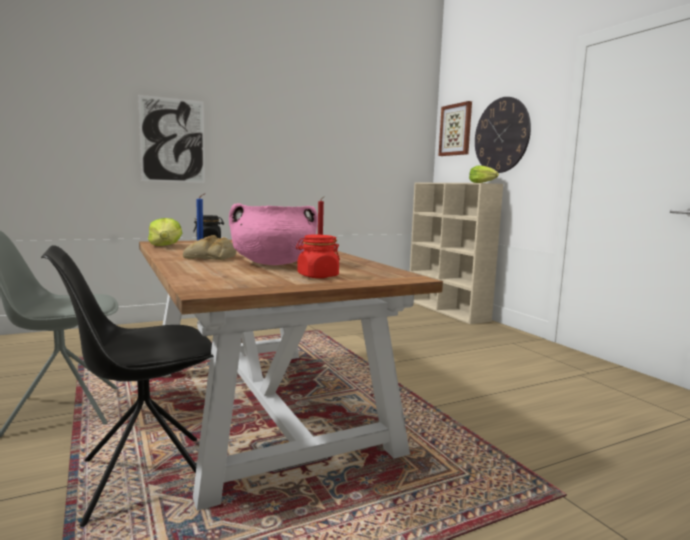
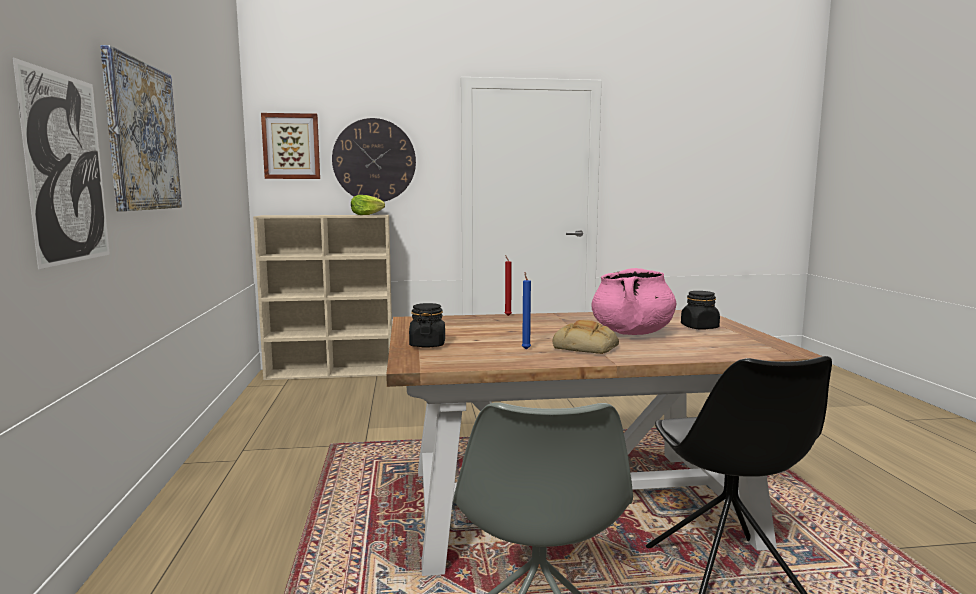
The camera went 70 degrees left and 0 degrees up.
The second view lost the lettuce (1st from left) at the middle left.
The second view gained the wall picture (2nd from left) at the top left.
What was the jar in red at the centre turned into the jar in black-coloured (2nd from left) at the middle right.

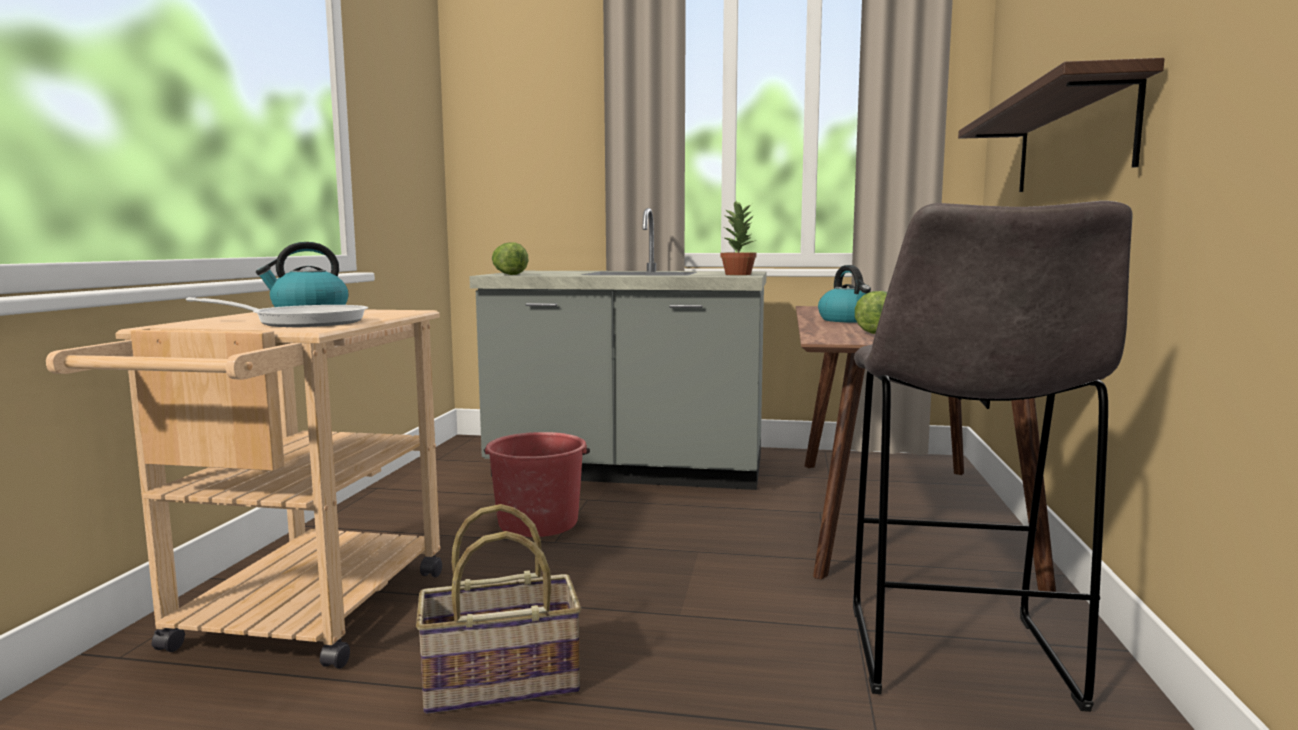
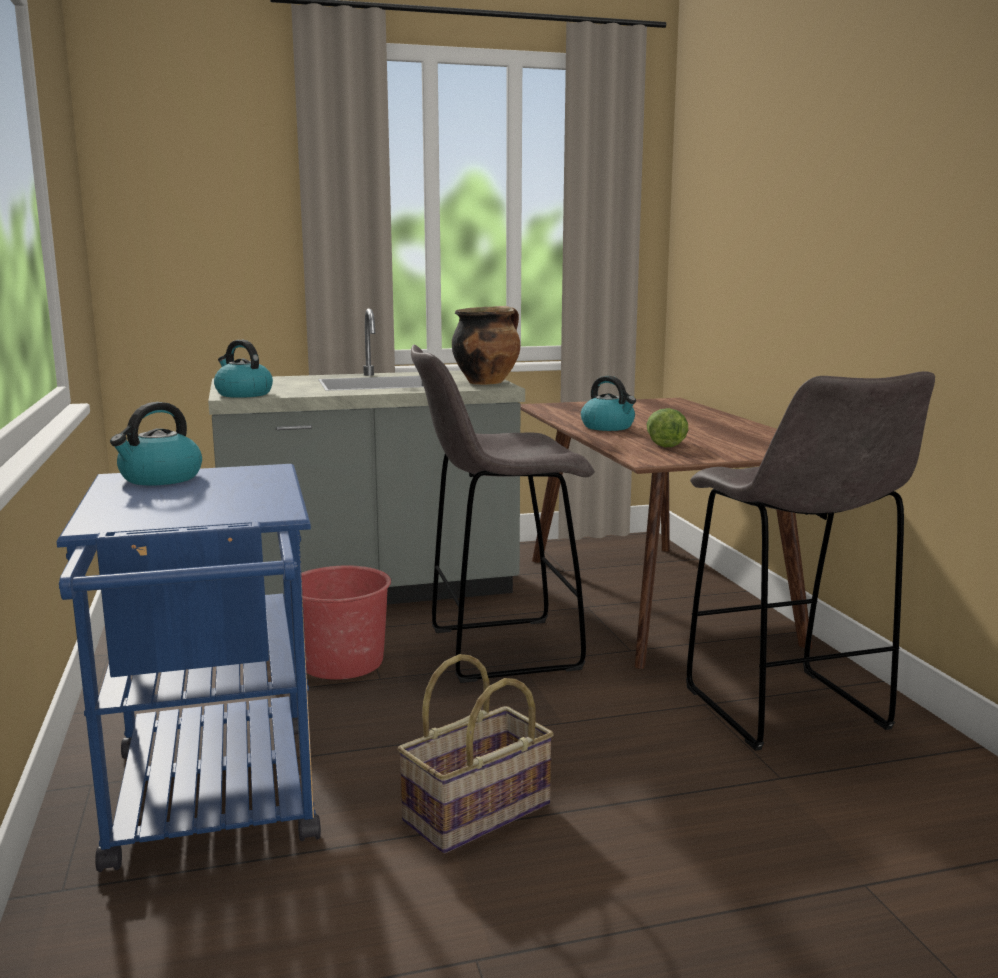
The camera went 25 degrees left and 5 degrees up.
The second view lost the pan at the middle left.
The second view lost the wall shelf at the top right.
The second view gained the stool in greyish (1st from left) at the centre.
Where the lettuce (1st from left) stood at the centre, the tea kettle (2nd from left) came to stand at the middle left.
Where the potted plant stood at the top centre, the stockpot came to stand at the centre.
What was the trolley in sand-coloured at the bottom left turned into the trolley in blue-coloured at the bottom left.

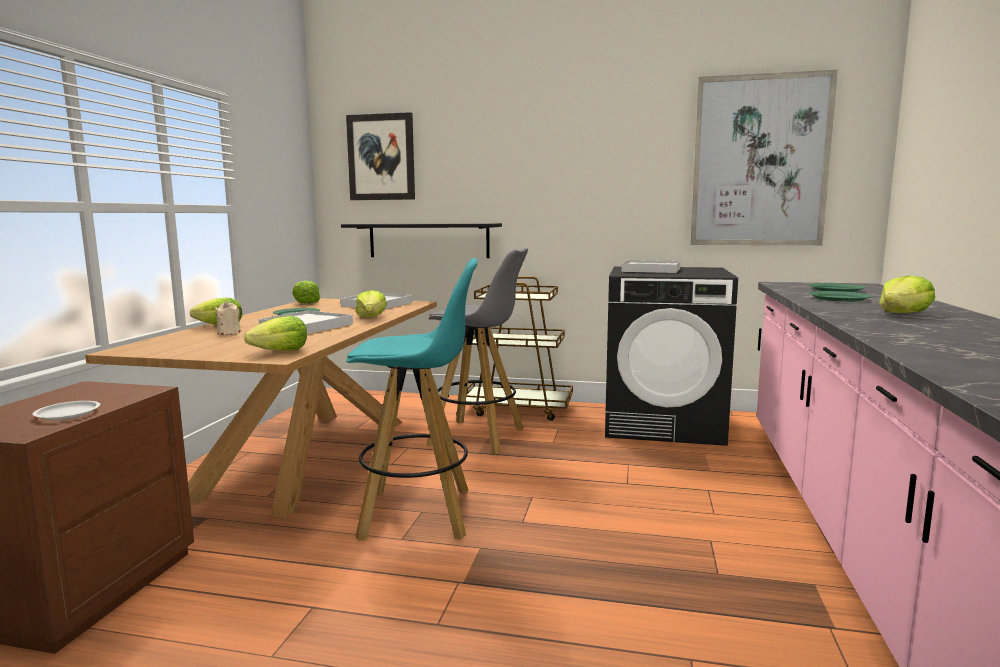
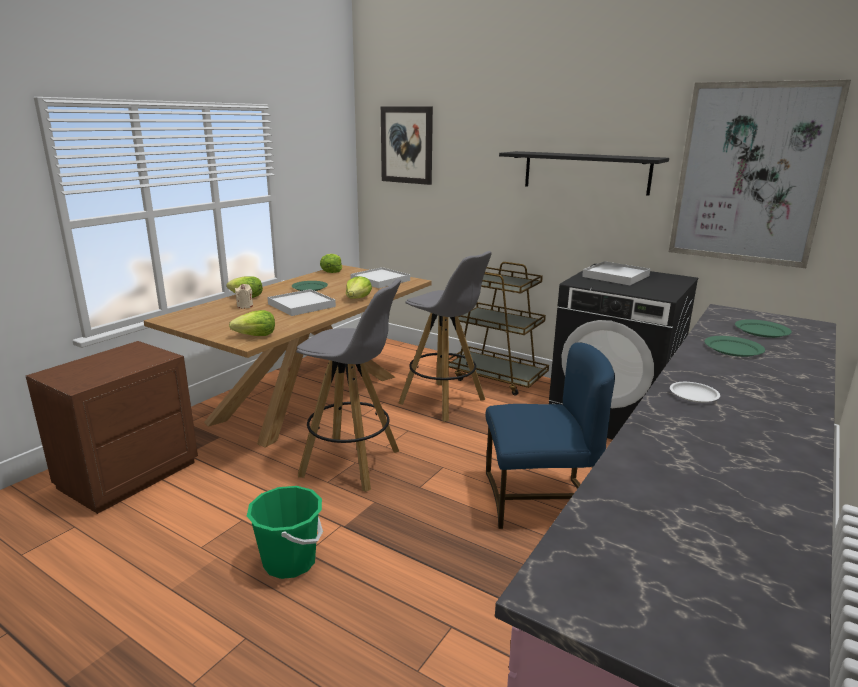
The camera went 20 degrees right and 10 degrees up.
The second view lost the lettuce (5th from left) at the middle right.
The second view gained the bucket in greenish at the bottom left.
The second view gained the plain chair in blue-coloured at the centre.
The flat dish in white-coloured ended up elsewhere, having gone from the middle left to the middle right.
The wall shelf in black-coloured ended up elsewhere, having gone from the centre to the top right.
What was the stool in turquoise at the centre turned into the stool in greyish (1st from left) at the centre.

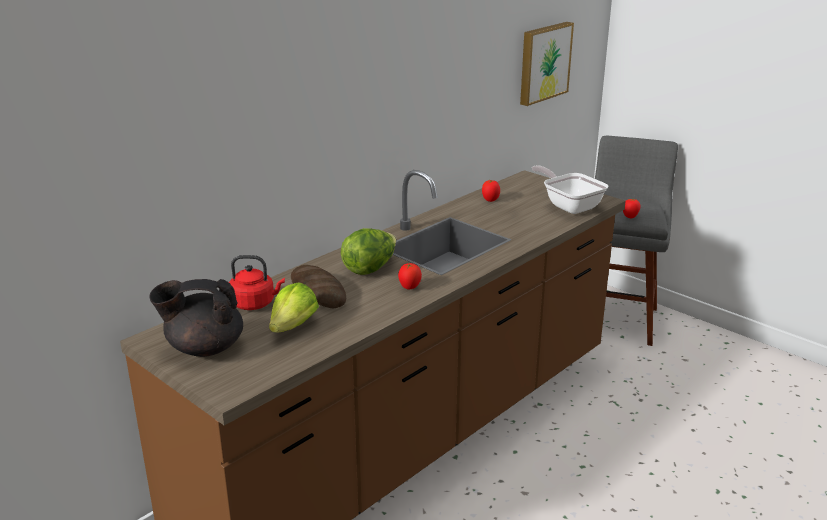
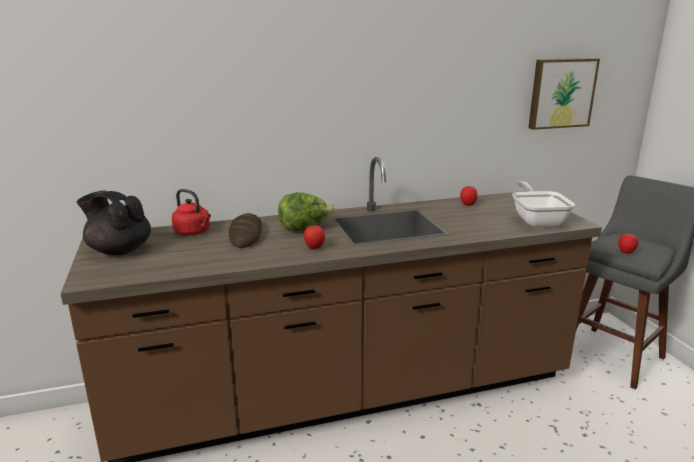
The camera went 30 degrees right and 5 degrees down.
The second view lost the lettuce (1st from left) at the centre.

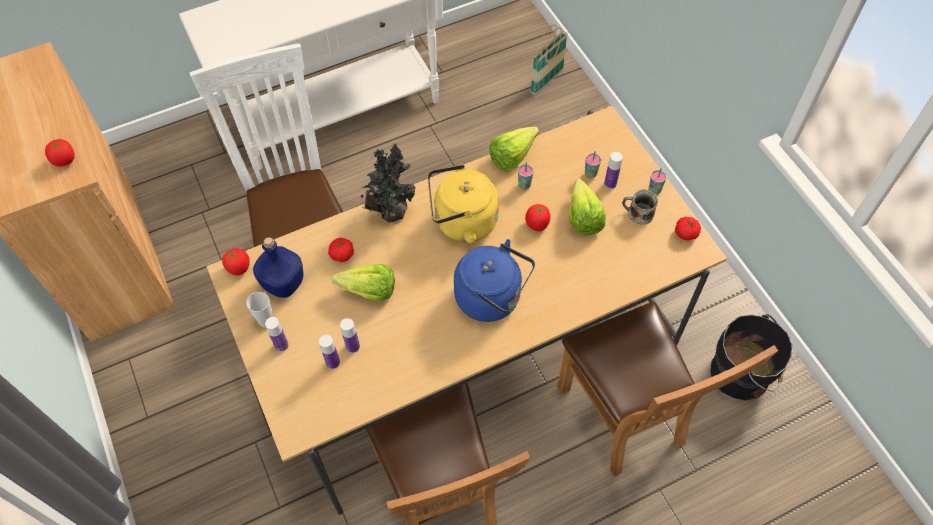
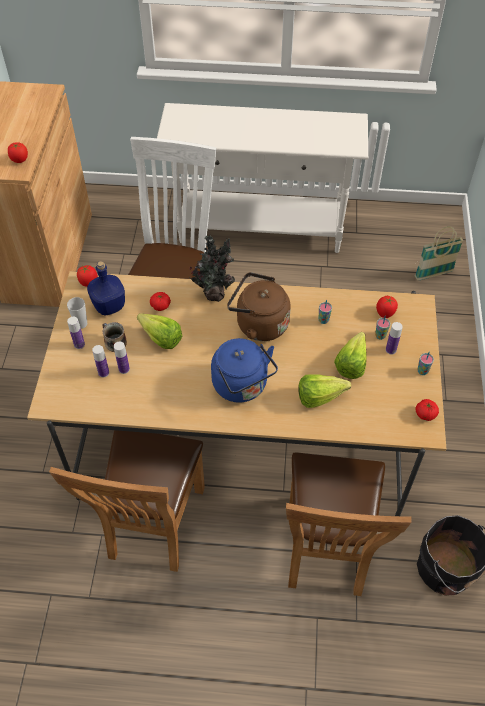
The camera went 30 degrees right and 5 degrees down.
The lettuce (2nd from left) ended up elsewhere, having gone from the top centre to the middle right.
The fresh tomato (4th from left) ended up elsewhere, having gone from the centre to the middle right.
The mug ended up elsewhere, having gone from the middle right to the middle left.
What was the tea kettle in yellow at the centre turned into the tea kettle in brownish at the centre.

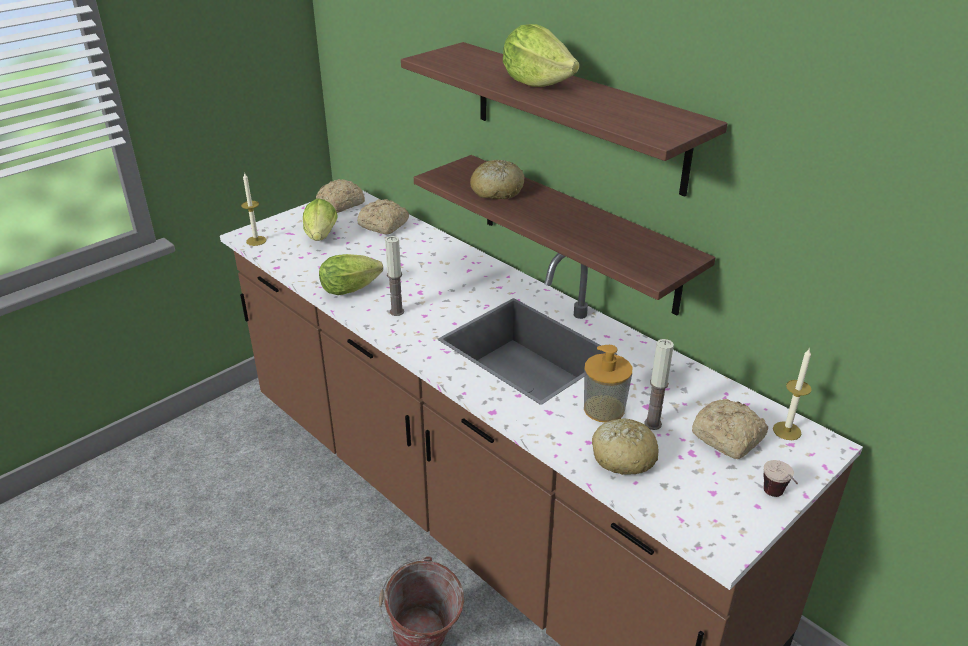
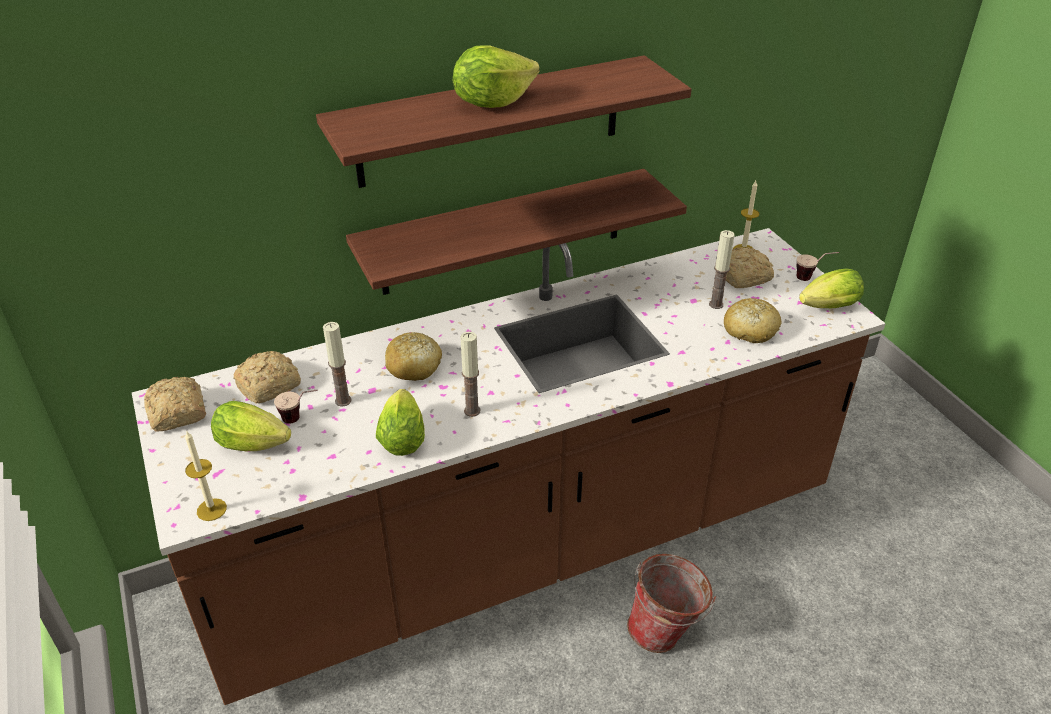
The camera went 70 degrees left and 5 degrees up.
The second view lost the soap dispenser at the centre.
The second view gained the drinking cup (1st from left) at the middle left.
The second view gained the wax light (2nd from left) at the middle left.
The second view gained the lettuce (4th from left) at the middle right.
The bakery bread (3rd from left) ended up elsewhere, having gone from the top centre to the centre.

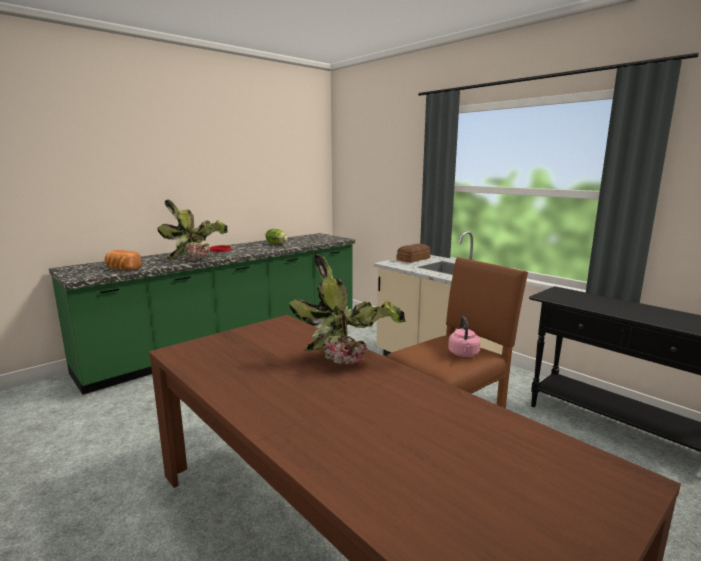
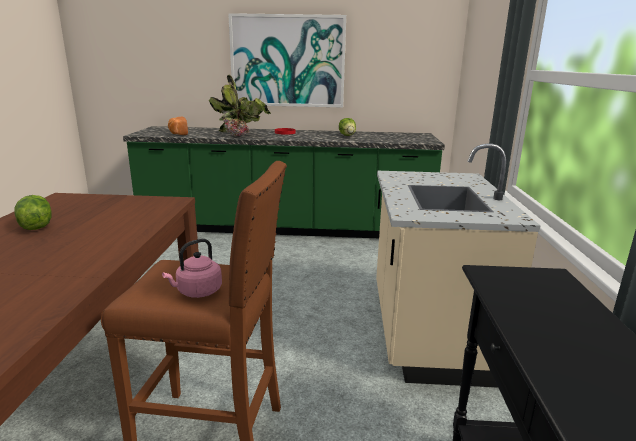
The camera went 45 degrees right and 5 degrees up.
The second view lost the potted plant (2nd from left) at the centre.
The second view lost the bakery bread (2nd from left) at the centre.
The second view gained the lettuce (1st from left) at the middle left.
The second view gained the wall picture at the top centre.

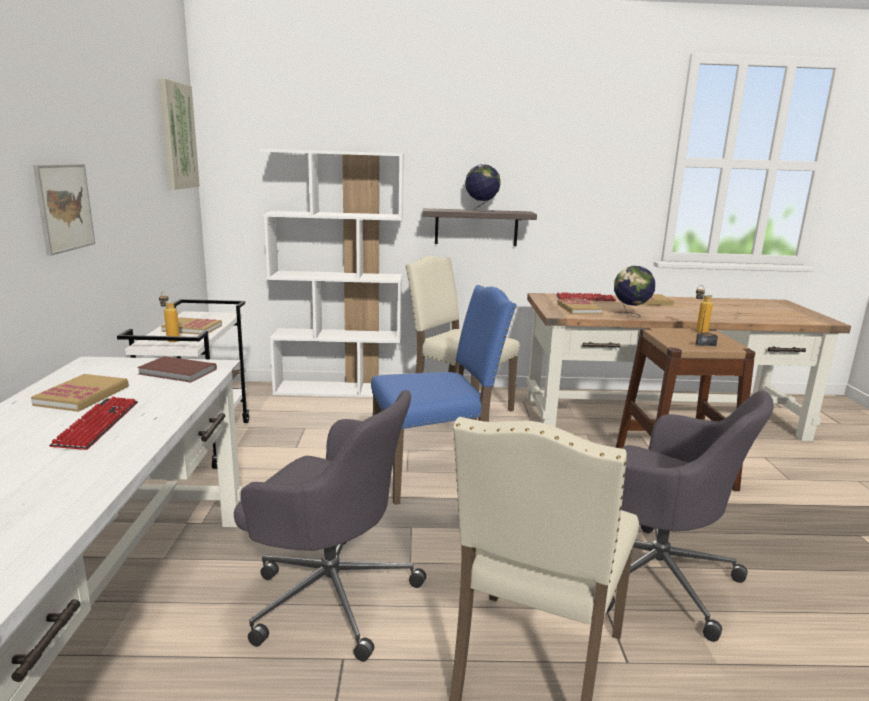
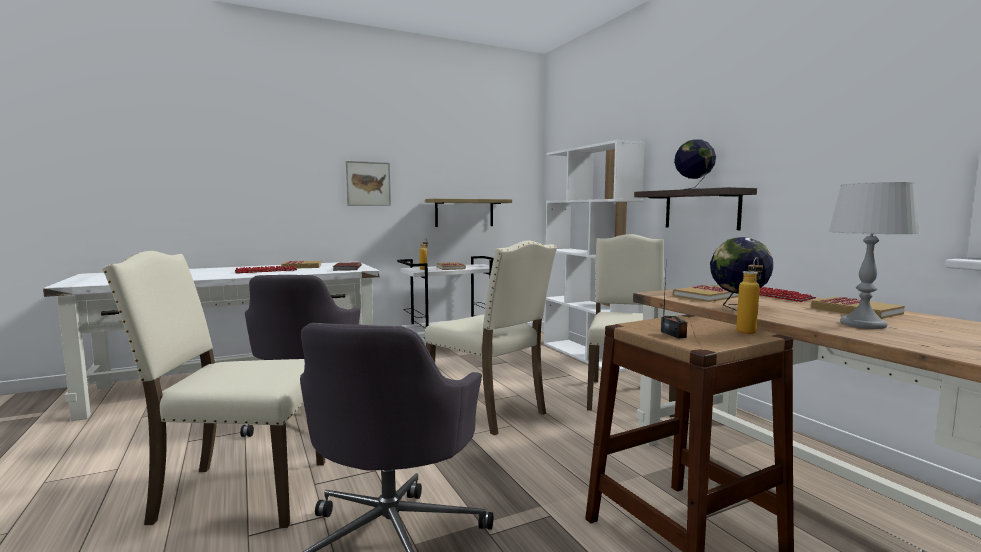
The camera went 65 degrees right and 10 degrees down.
The second view lost the wall picture (2nd from left) at the top left.
The second view gained the wall shelf (1st from left) at the centre.
The second view gained the tabletop lamp in greyish at the middle right.
What was the plain chair in blue-coloured at the centre turned into the plain chair in sand-coloured (2nd from left) at the centre.

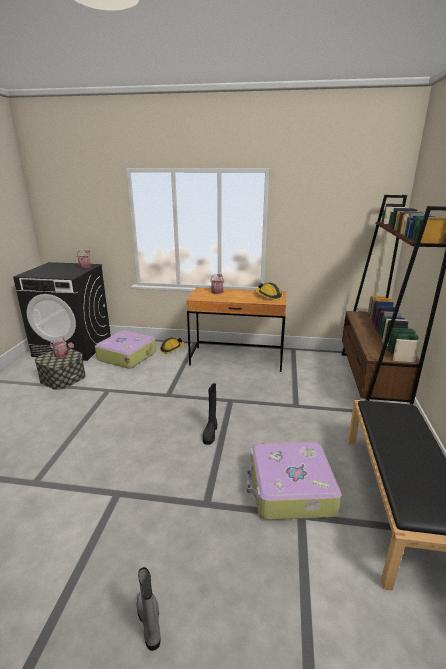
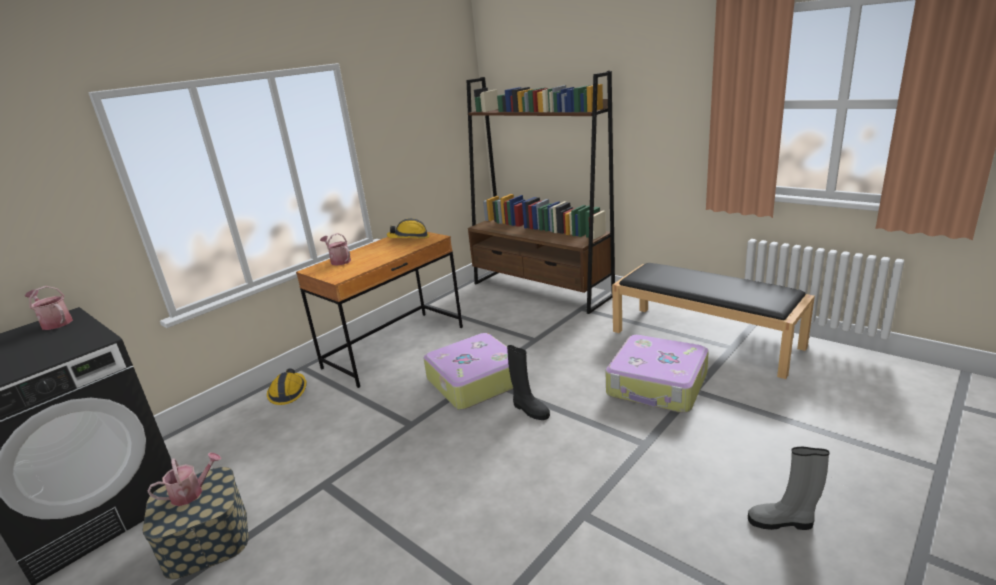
The camera went 55 degrees left and 0 degrees up.
The suitcase (1st from left) ended up elsewhere, having gone from the middle left to the centre.

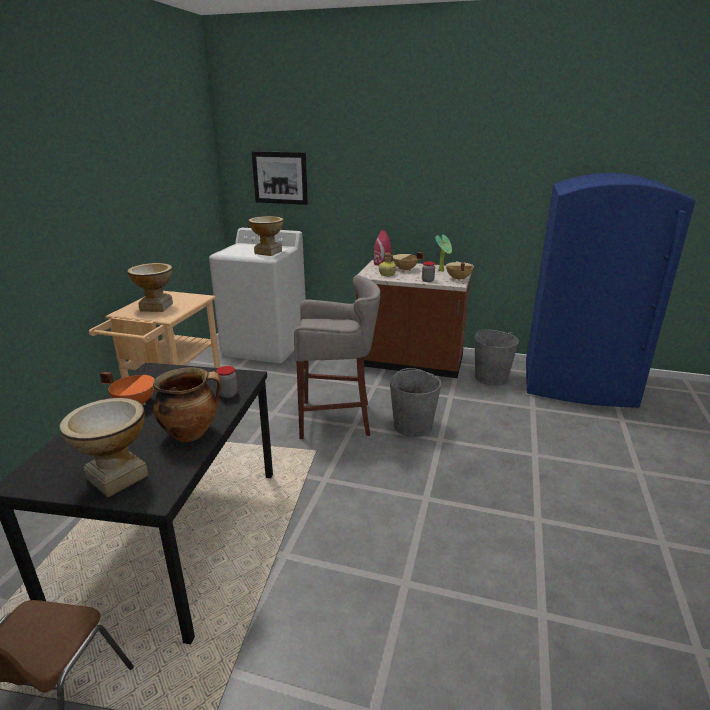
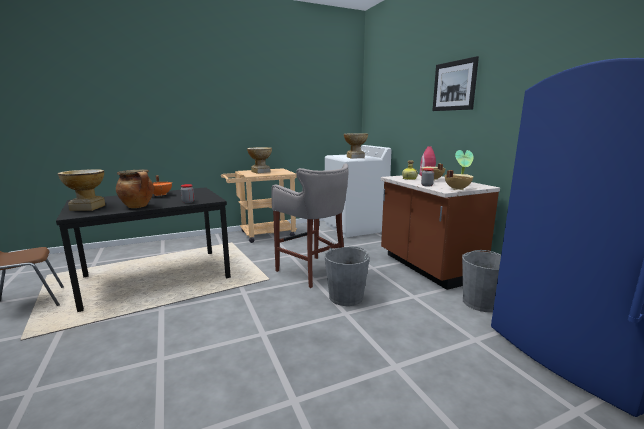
The camera went 50 degrees right and 10 degrees down.
The wall picture ended up elsewhere, having gone from the top centre to the top right.

